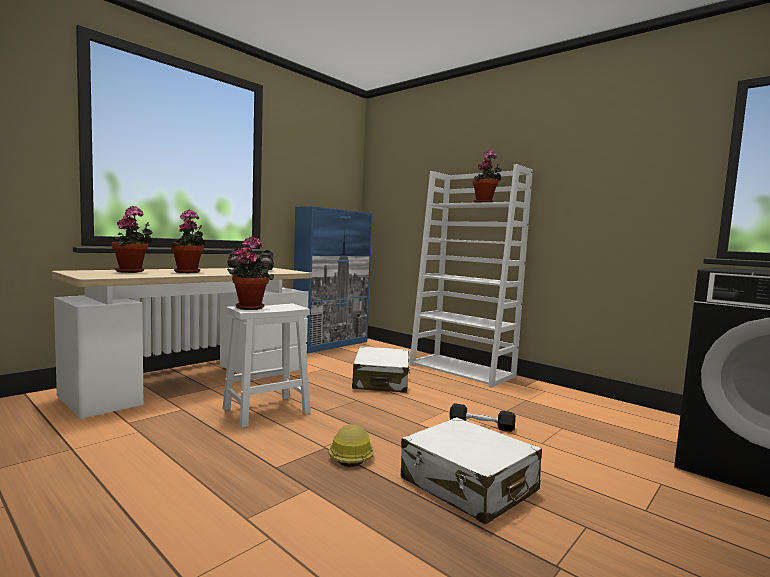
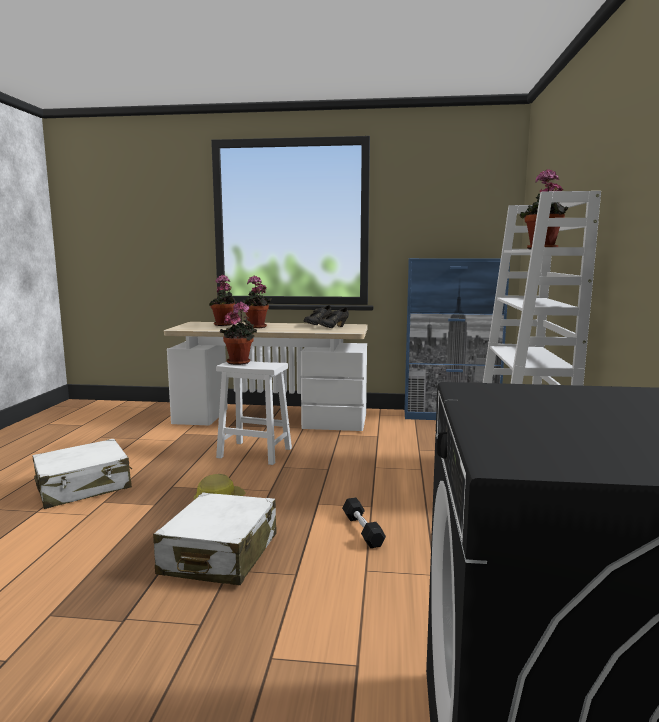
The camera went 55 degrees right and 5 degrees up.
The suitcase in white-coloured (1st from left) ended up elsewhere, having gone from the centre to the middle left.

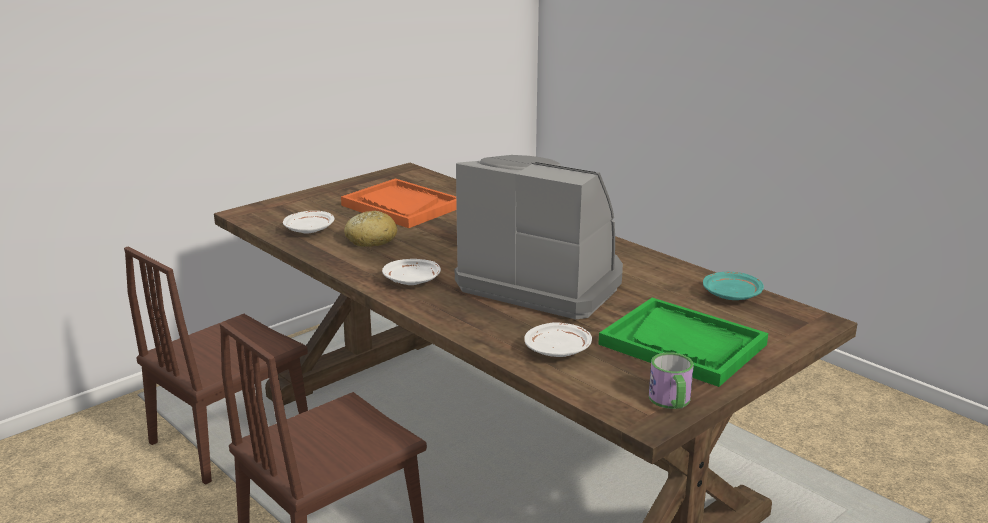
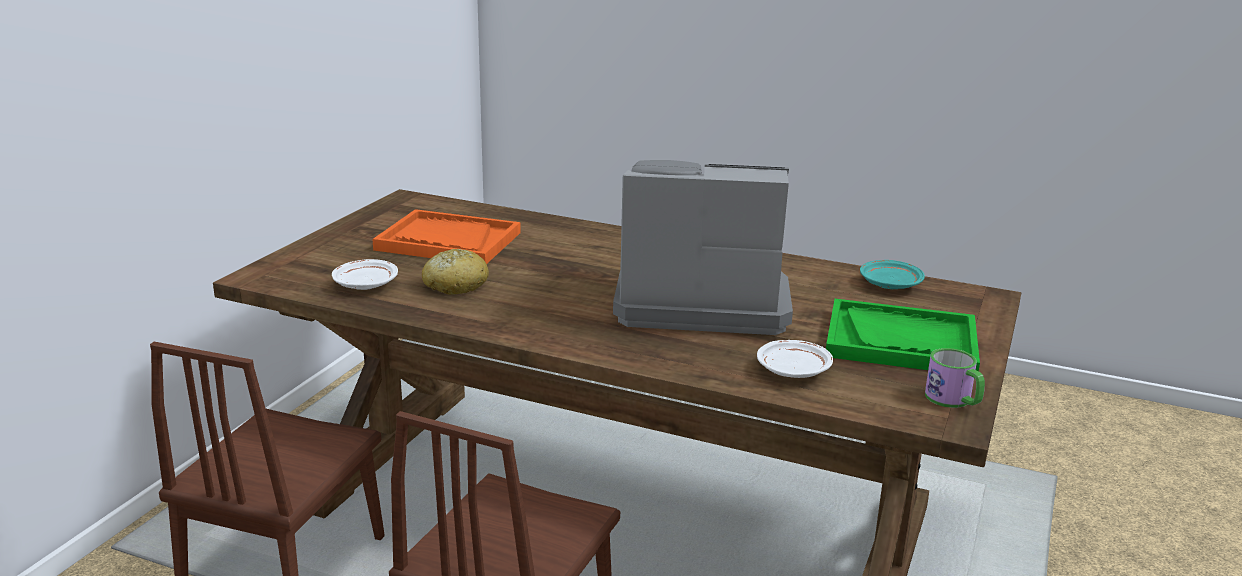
The camera went 25 degrees left and 0 degrees up.
The second view lost the flat dish in white-coloured (2nd from left) at the centre.

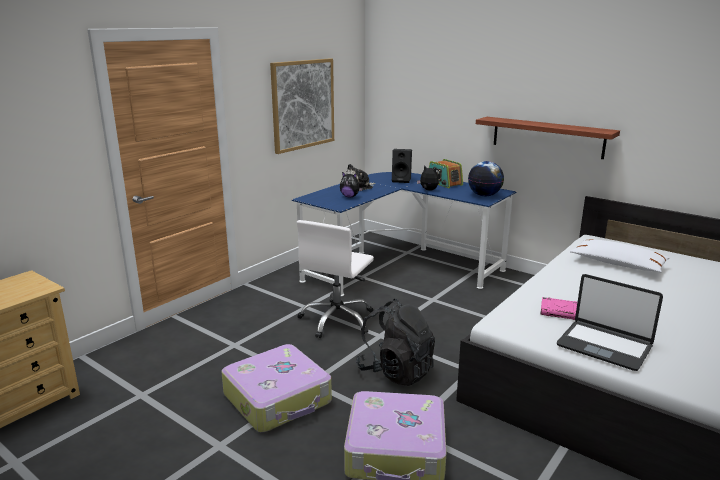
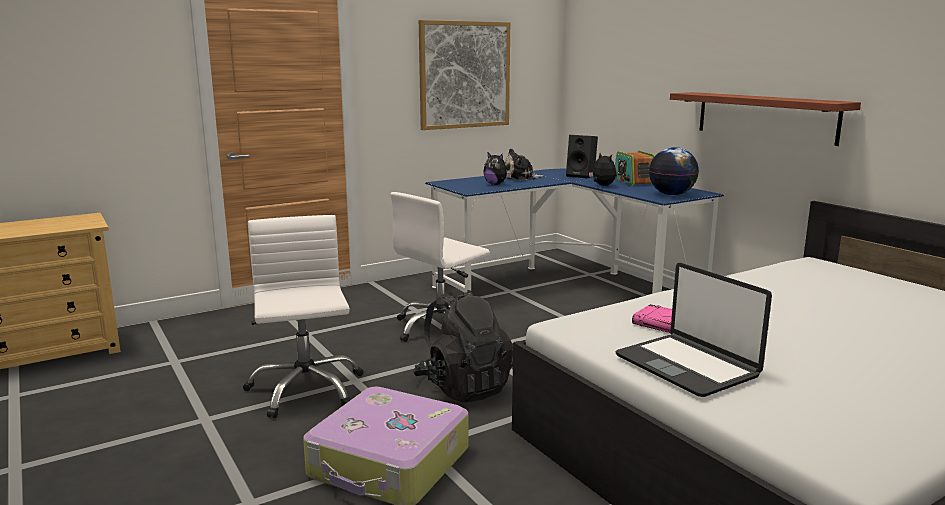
The camera went 20 degrees right and 5 degrees down.
The second view lost the cushion in white-coloured at the middle right.
Where the suitcase (1st from left) stood at the bottom centre, the office chair in white-coloured (1st from left) came to stand at the middle left.

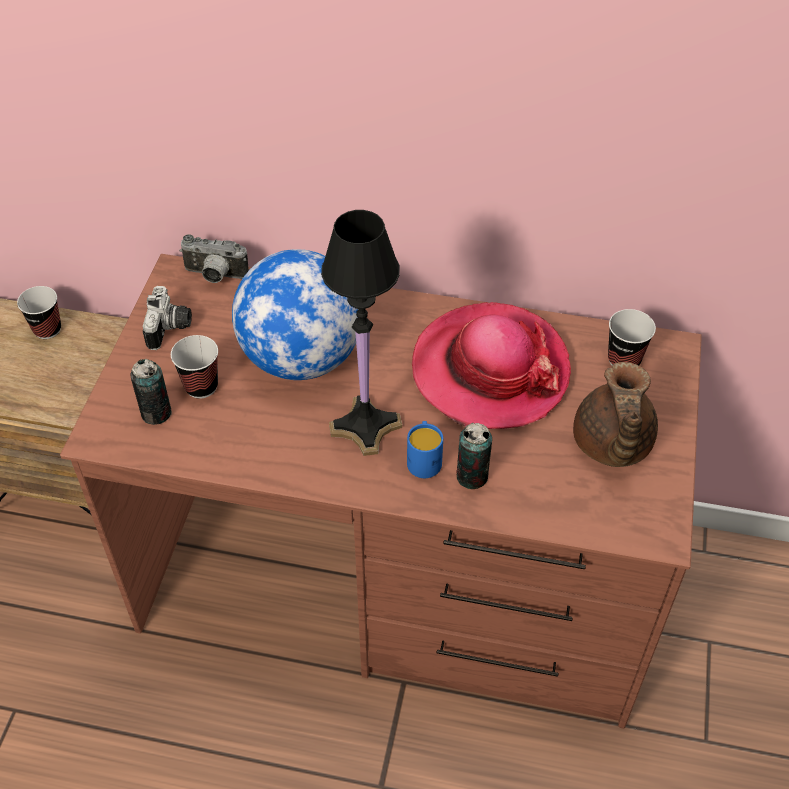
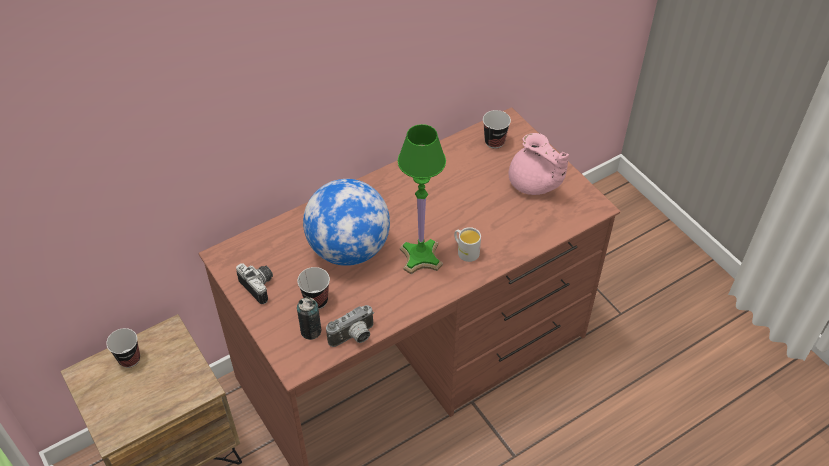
The camera went 45 degrees left and 0 degrees up.
The second view lost the wearable hat at the centre.
The second view lost the sealed can (2nd from left) at the centre.
The still camera (2nd from left) ended up elsewhere, having gone from the top left to the bottom centre.
What was the tabletop lamp in black-coloured at the centre turned into the tabletop lamp in greenish at the centre.
What was the mug in blue-coloured at the centre turned into the mug in white-coloured at the centre.
What was the pot for tea in brownish at the middle right turned into the pot for tea in pink-coloured at the centre.

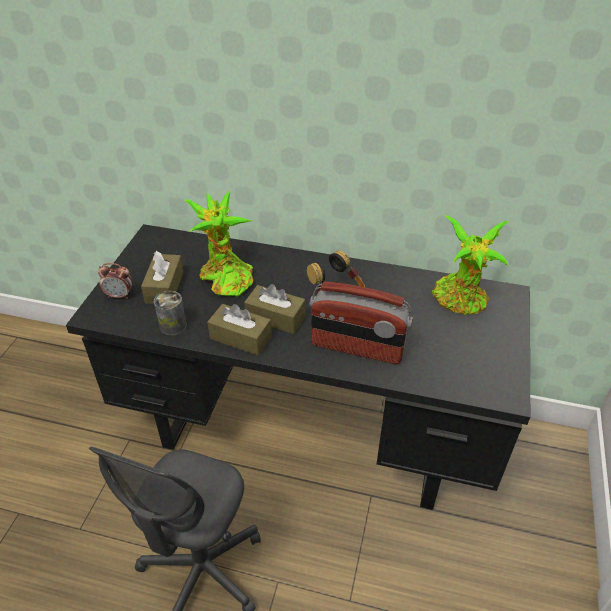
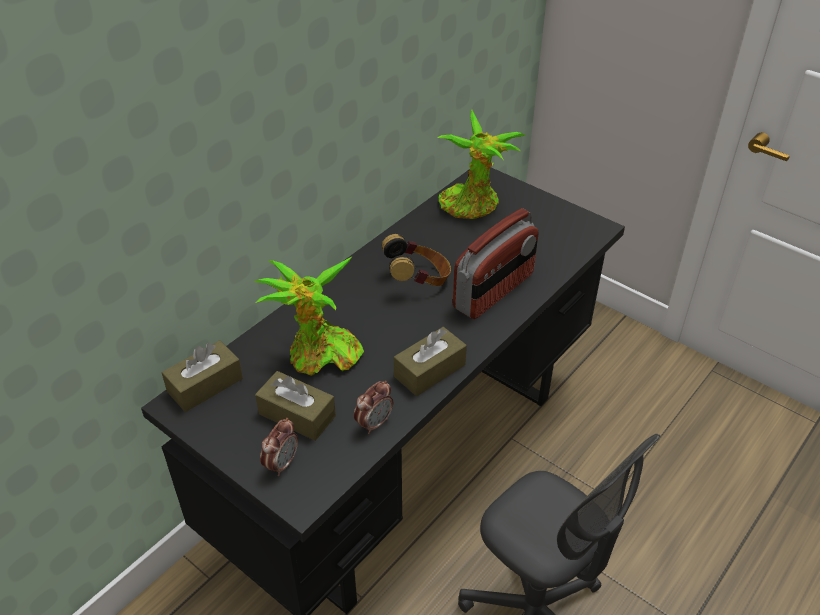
The camera went 65 degrees left and 0 degrees up.
The box of tissues in brownish (3rd from left in the first image) ended up elsewhere, having gone from the centre to the middle left.
Where the sealed can stood at the middle left, the table clock (2nd from left) came to stand at the centre.

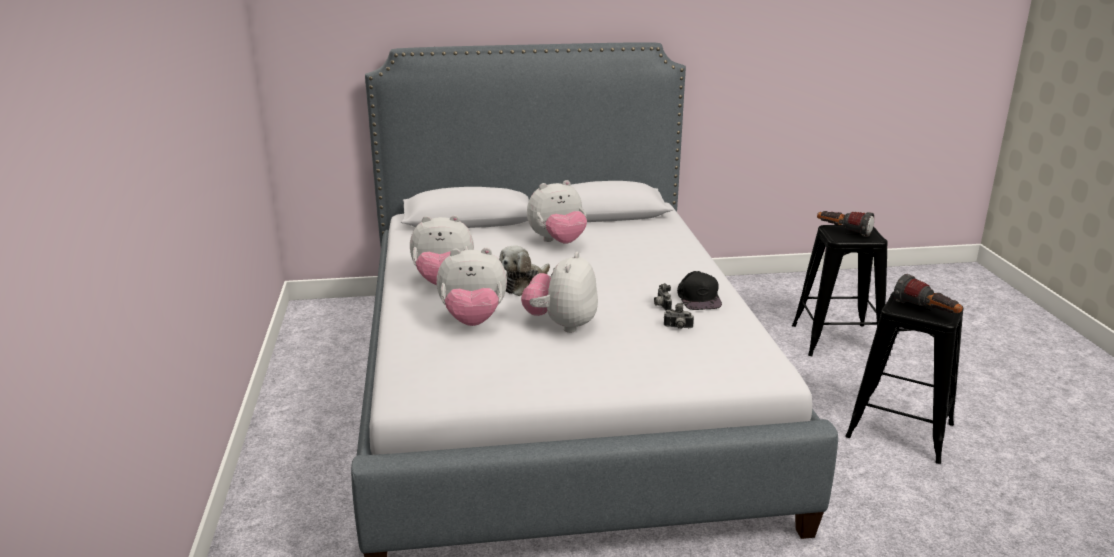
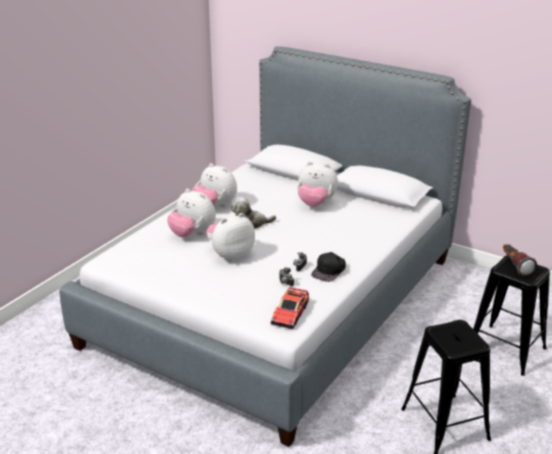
The camera went 40 degrees right and 5 degrees up.
The second view lost the torch (2nd from left) at the middle right.
The second view gained the model car at the bottom centre.

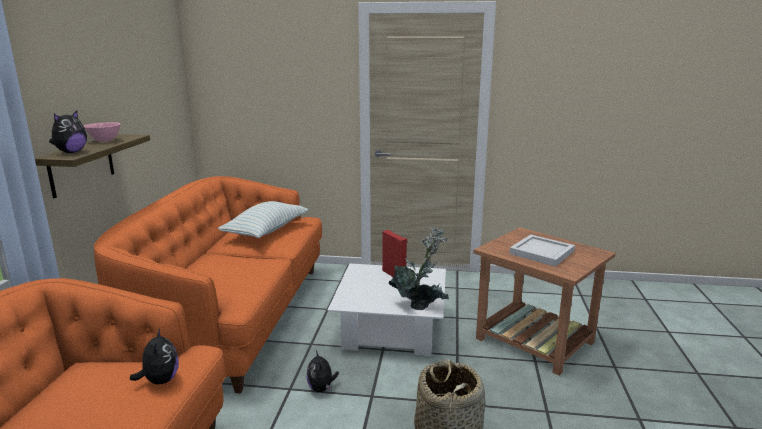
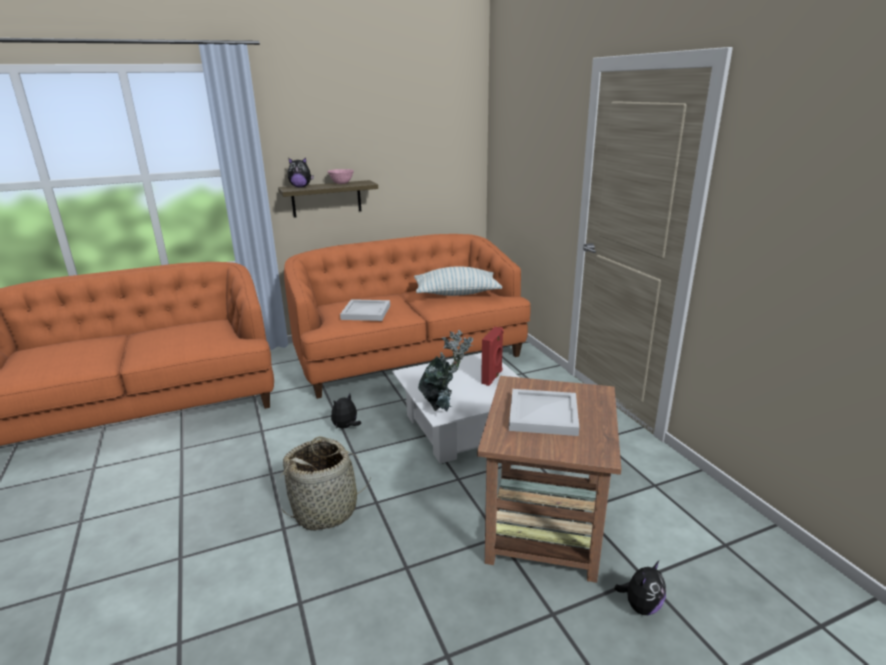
The camera went 60 degrees right and 5 degrees up.
The second view gained the serving tray in white-coloured (1st from left) at the centre.
The cuddly toy (2nd from left in the first image) ended up elsewhere, having gone from the bottom left to the bottom right.

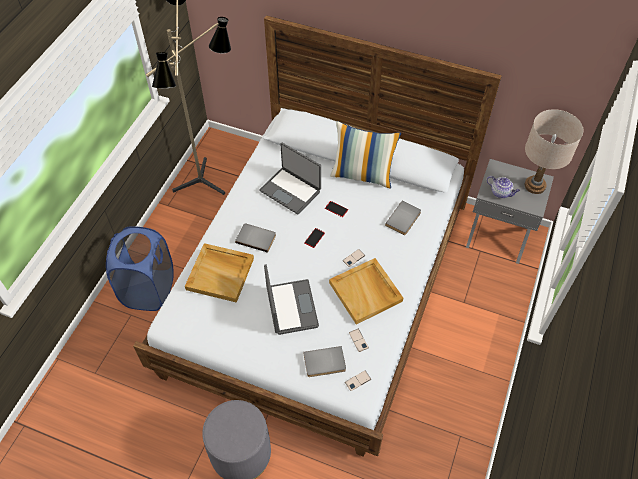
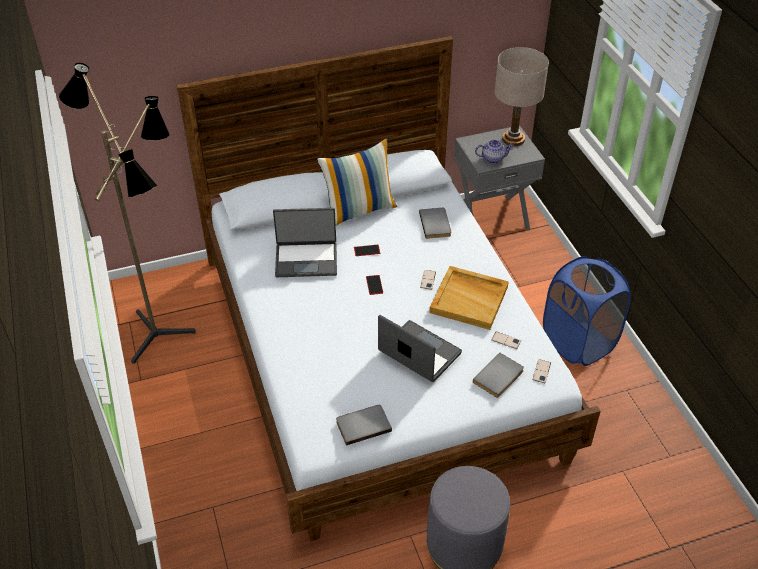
The camera went 40 degrees left and 10 degrees down.
The second view lost the serving tray in sand-coloured (1st from left) at the centre.
The washing basket in blue-coloured ended up elsewhere, having gone from the middle left to the middle right.
The book in greyish (1st from left) ended up elsewhere, having gone from the centre to the bottom centre.

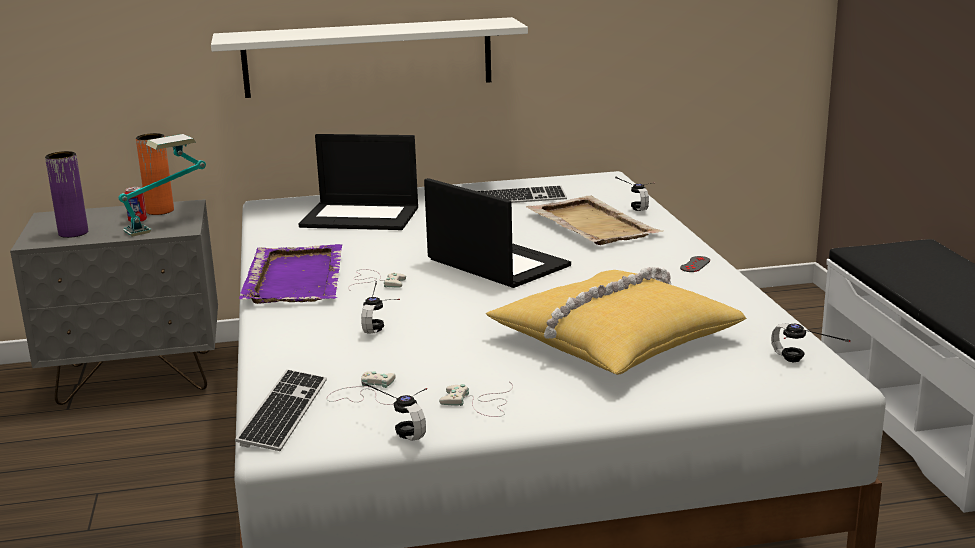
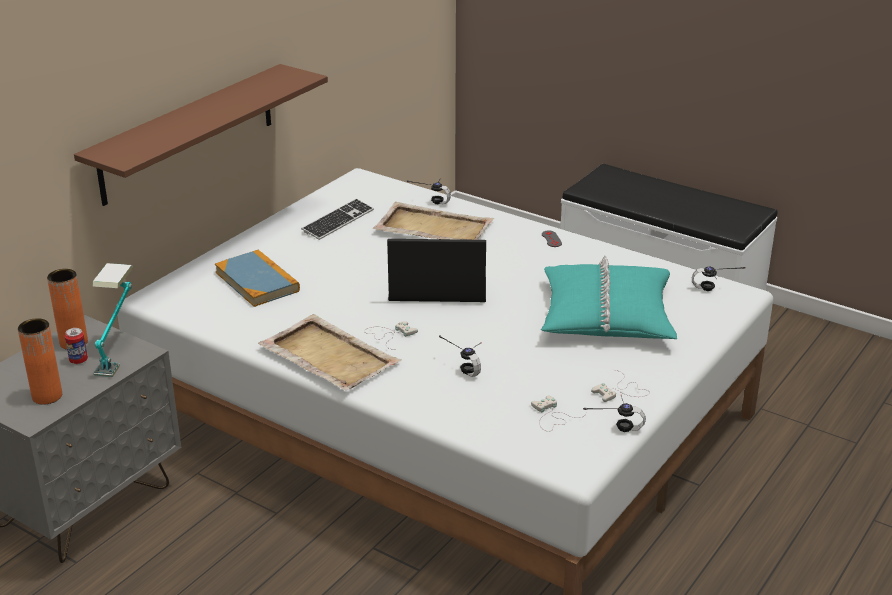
The camera went 45 degrees left and 10 degrees up.
The second view lost the PC keyboard (1st from left) at the bottom left.
Where the notebook computer (1st from left) stood at the top centre, the book came to stand at the middle left.
What was the flower vase in purple at the middle left turned into the flower vase in orange (1st from left) at the middle left.
What was the wall shelf in white-coloured at the top centre turned into the wall shelf in brownish at the top left.
What was the serving tray in purple at the middle left turned into the serving tray in sand-coloured (1st from left) at the centre.
What was the cushion in yellow at the centre turned into the cushion in turquoise at the middle right.

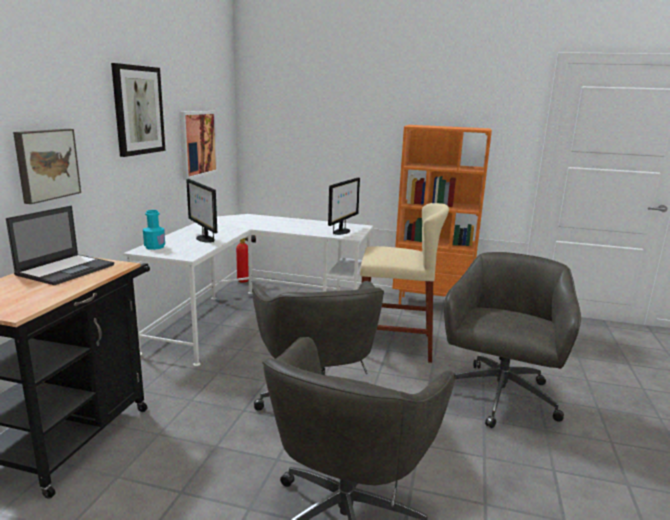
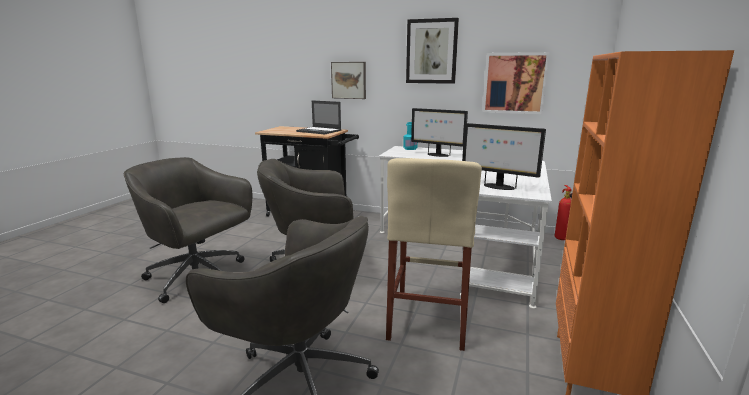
The camera went 95 degrees right and 0 degrees up.
The monitor (1st from left) at the middle left ended up facing another way, 120 degrees counterclockwise from before.

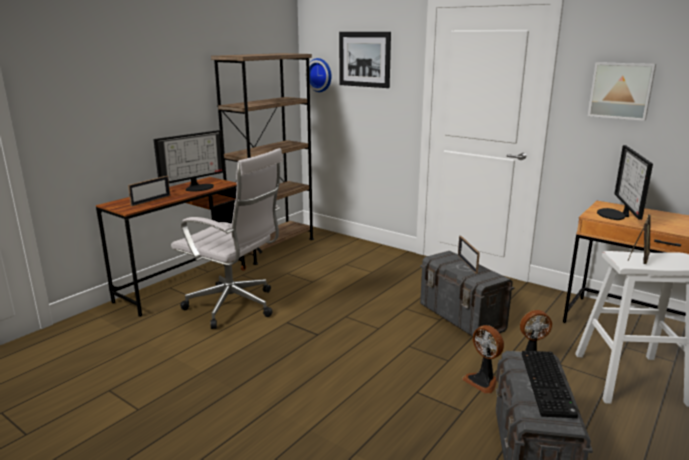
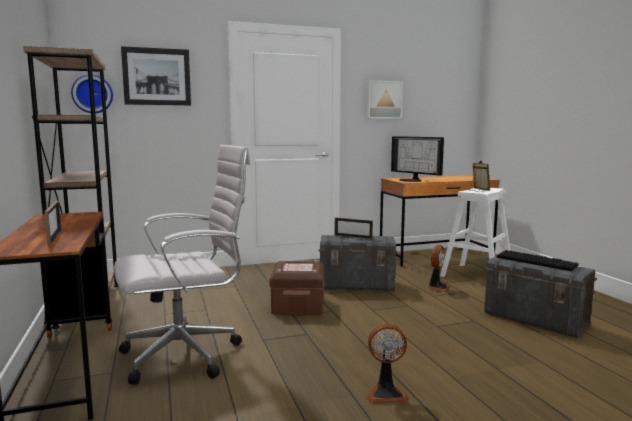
The camera went 55 degrees left and 10 degrees down.
The second view lost the monitor (1st from left) at the middle left.
The second view gained the storage container in brownish at the bottom centre.
The fan (1st from left) ended up elsewhere, having gone from the bottom right to the bottom centre.

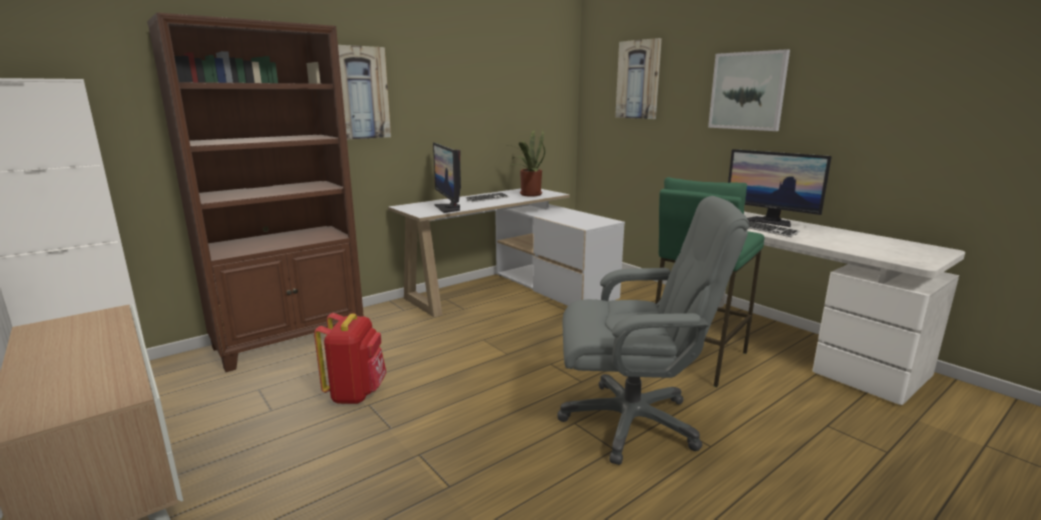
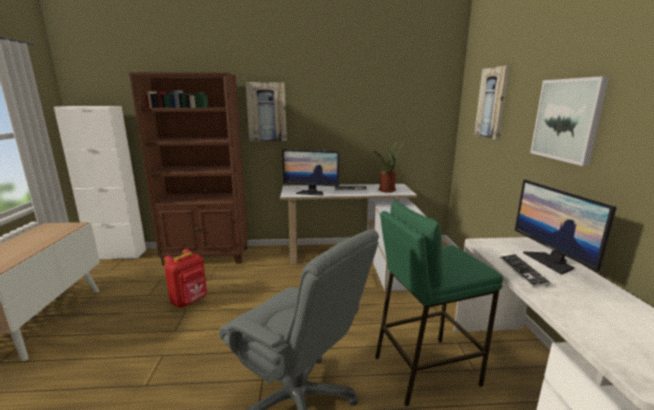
The camera went 35 degrees right and 0 degrees up.
The monitor (1st from left) at the centre ended up facing another way, 90 degrees counterclockwise from before.

